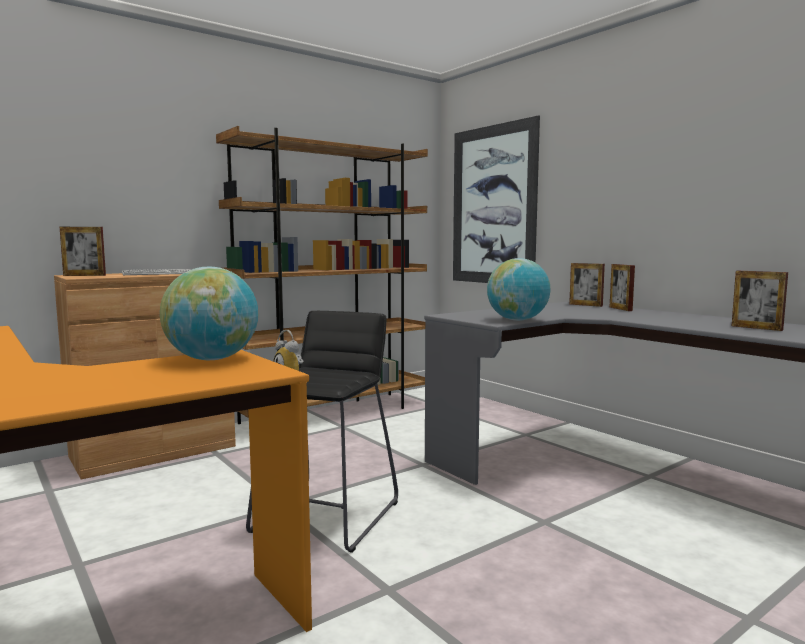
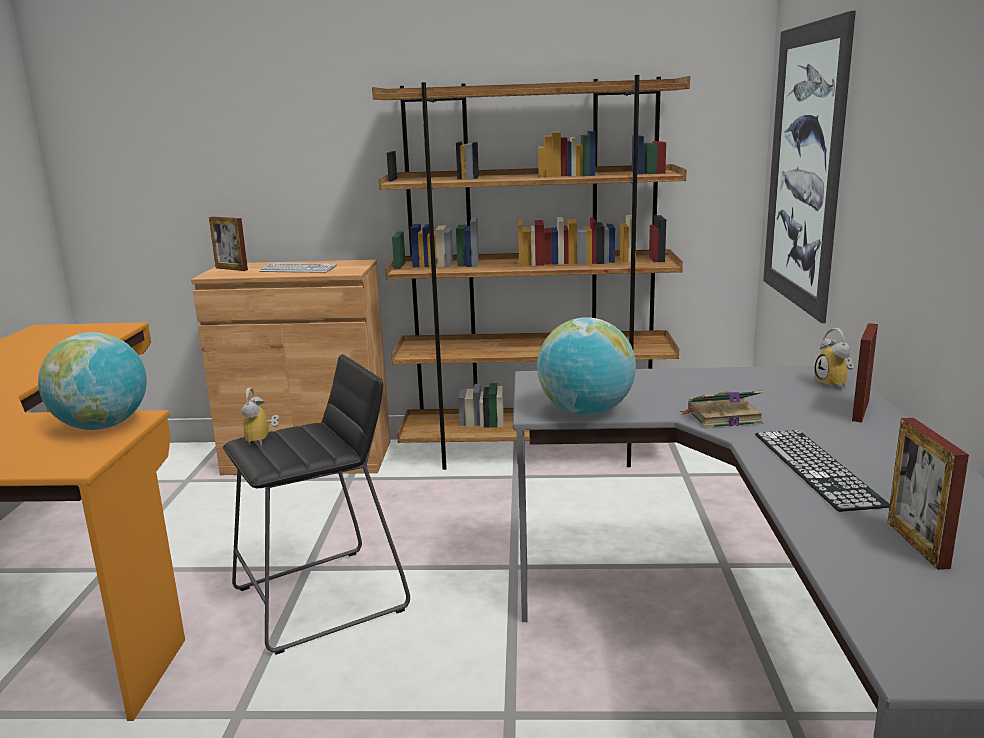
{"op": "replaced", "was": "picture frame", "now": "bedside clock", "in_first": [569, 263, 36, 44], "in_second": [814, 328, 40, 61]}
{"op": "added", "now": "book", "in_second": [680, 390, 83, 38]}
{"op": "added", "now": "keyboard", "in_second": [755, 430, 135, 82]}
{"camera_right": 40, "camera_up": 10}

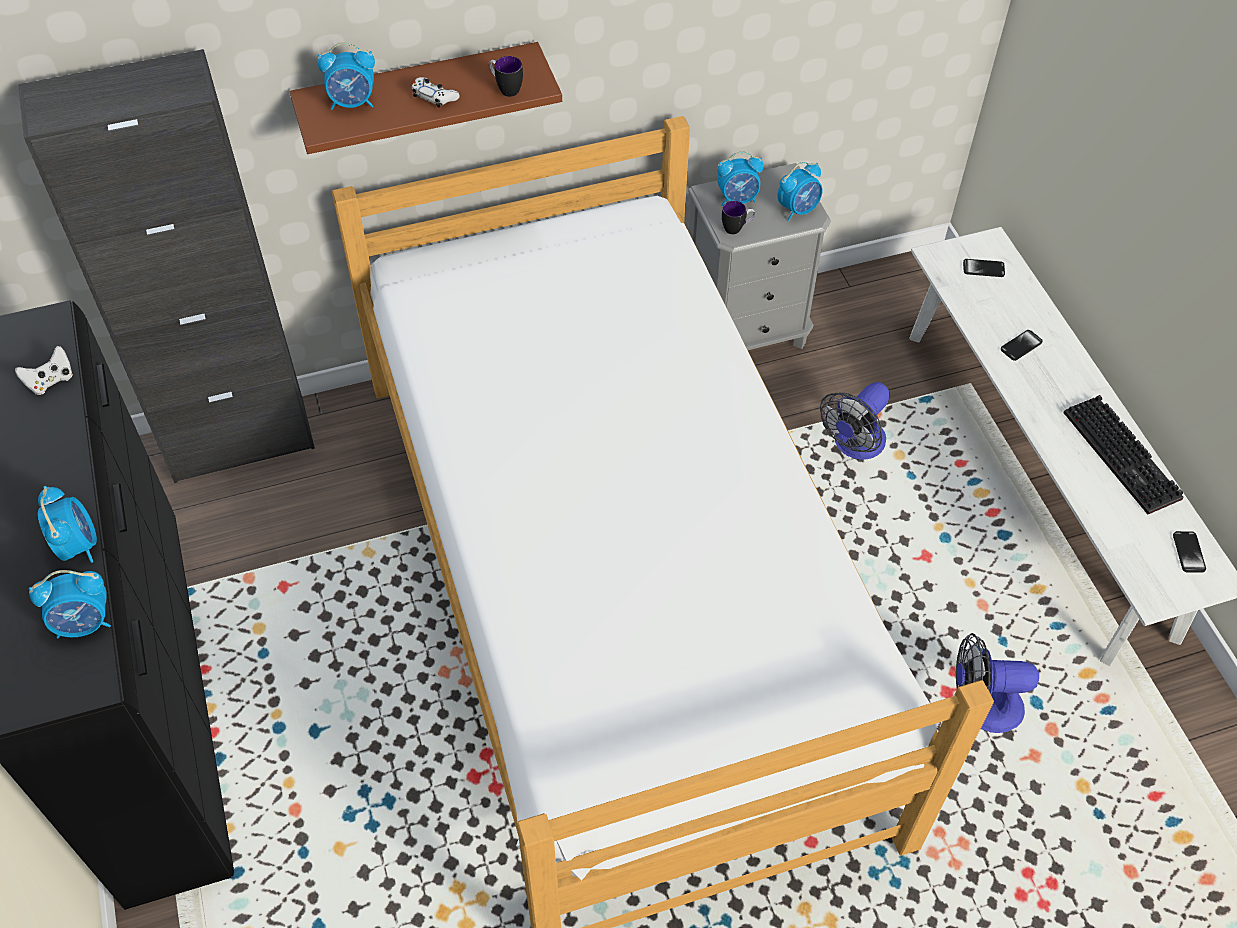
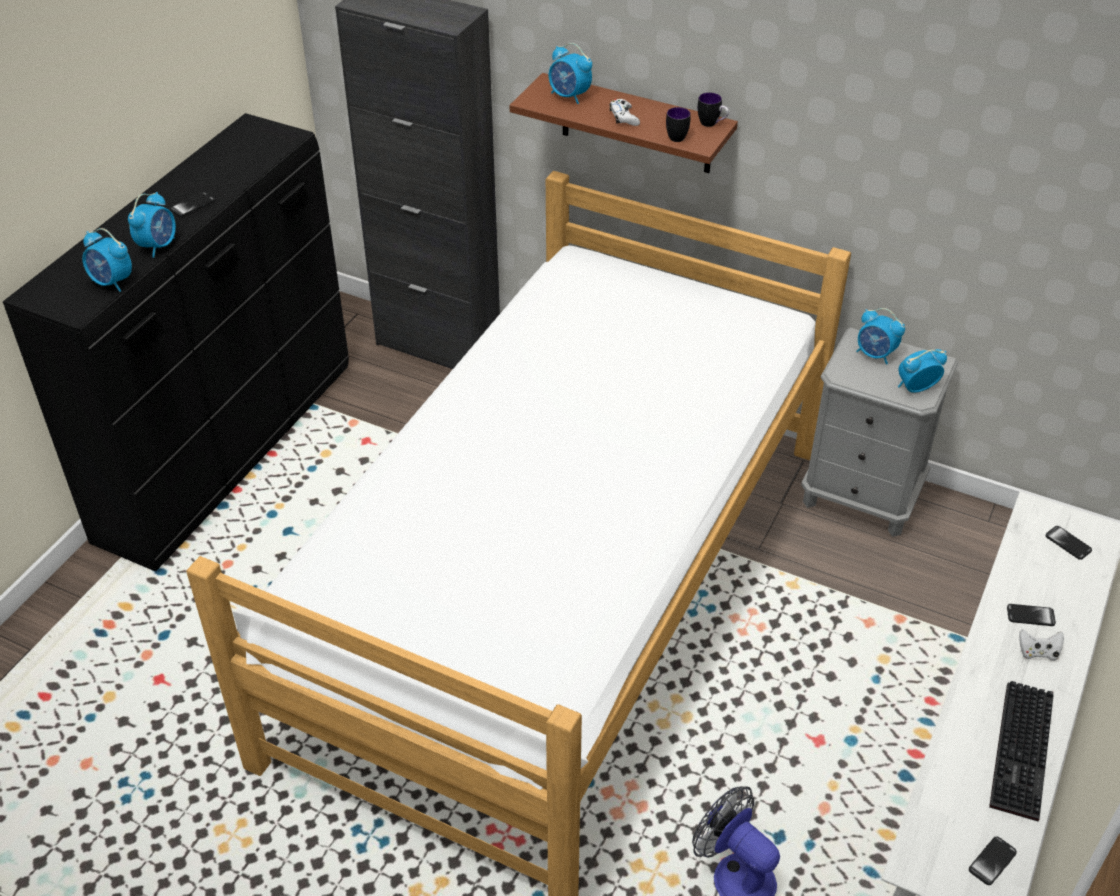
{"op": "turned", "was": "bedside clock", "in_first": [778, 162, 45, 59], "in_second": [898, 349, 49, 44], "clockwise": 150}
{"op": "moved", "was": "tea mug", "in_first": [722, 201, 33, 33], "in_second": [698, 92, 31, 35]}
{"op": "moved", "was": "game controller/white", "in_first": [15, 346, 58, 49], "in_second": [1019, 629, 45, 32]}
{"op": "removed", "was": "electric fan", "in_first": [820, 382, 70, 78]}
{"op": "added", "now": "handset", "in_second": [170, 192, 45, 25]}
{"camera_right": 45, "camera_up": -10}

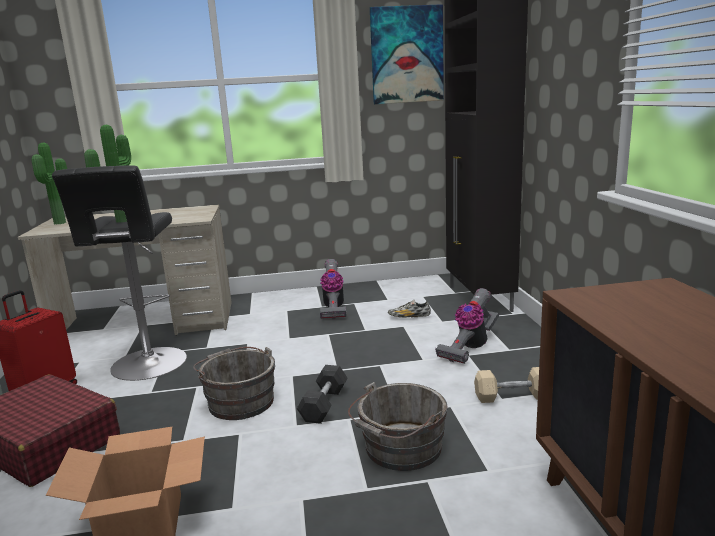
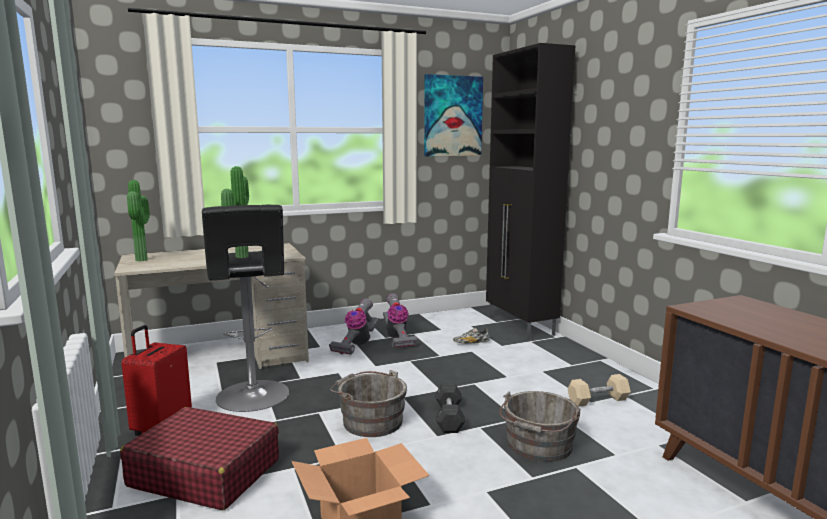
{"op": "moved", "was": "hoover", "in_first": [435, 288, 64, 76], "in_second": [329, 299, 51, 56]}
{"camera_right": -15, "camera_up": -5}

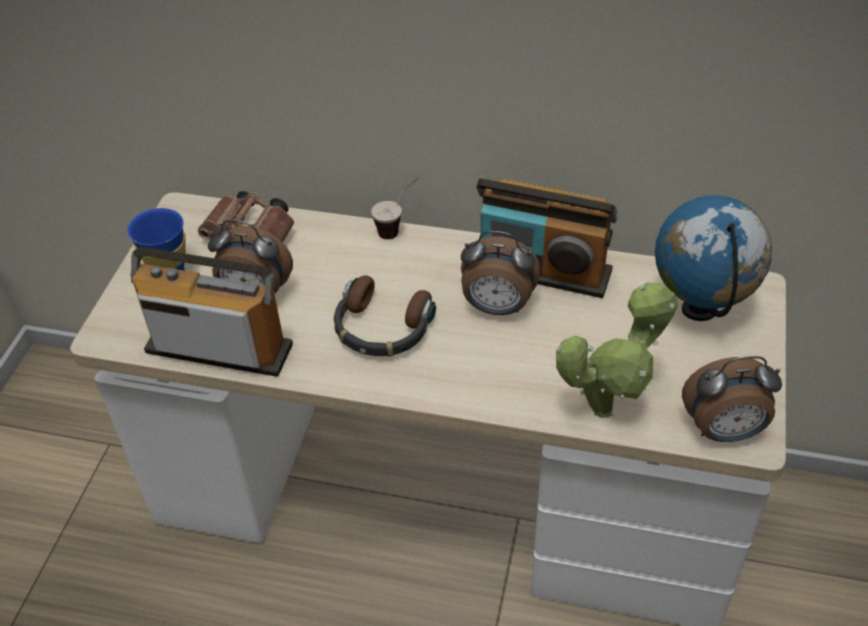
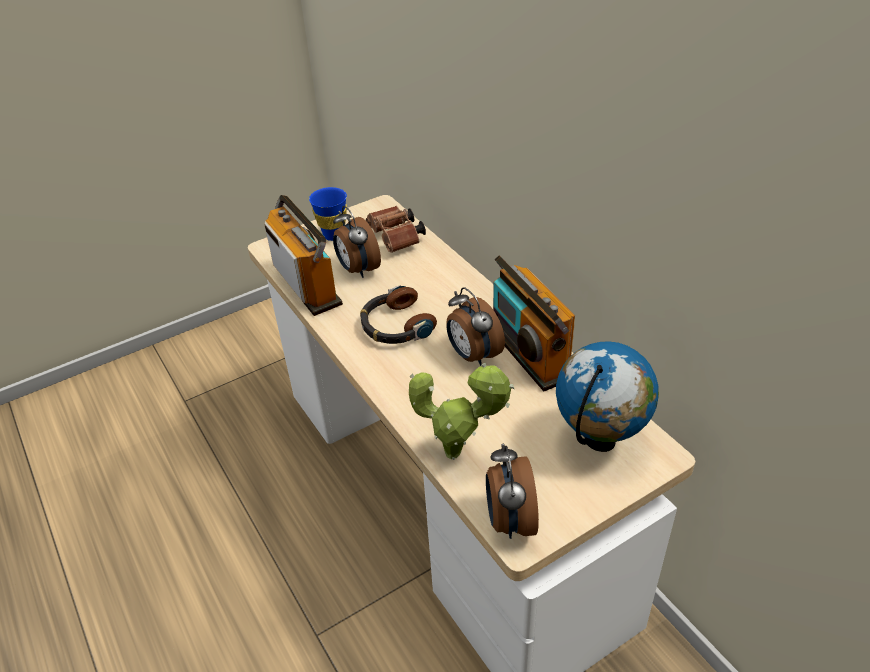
{"op": "removed", "was": "cup", "in_first": [371, 178, 47, 61]}
{"op": "turned", "was": "bedside clock", "in_first": [682, 356, 100, 86], "in_second": [486, 444, 53, 95], "clockwise": 45}
{"camera_right": 45, "camera_up": -5}

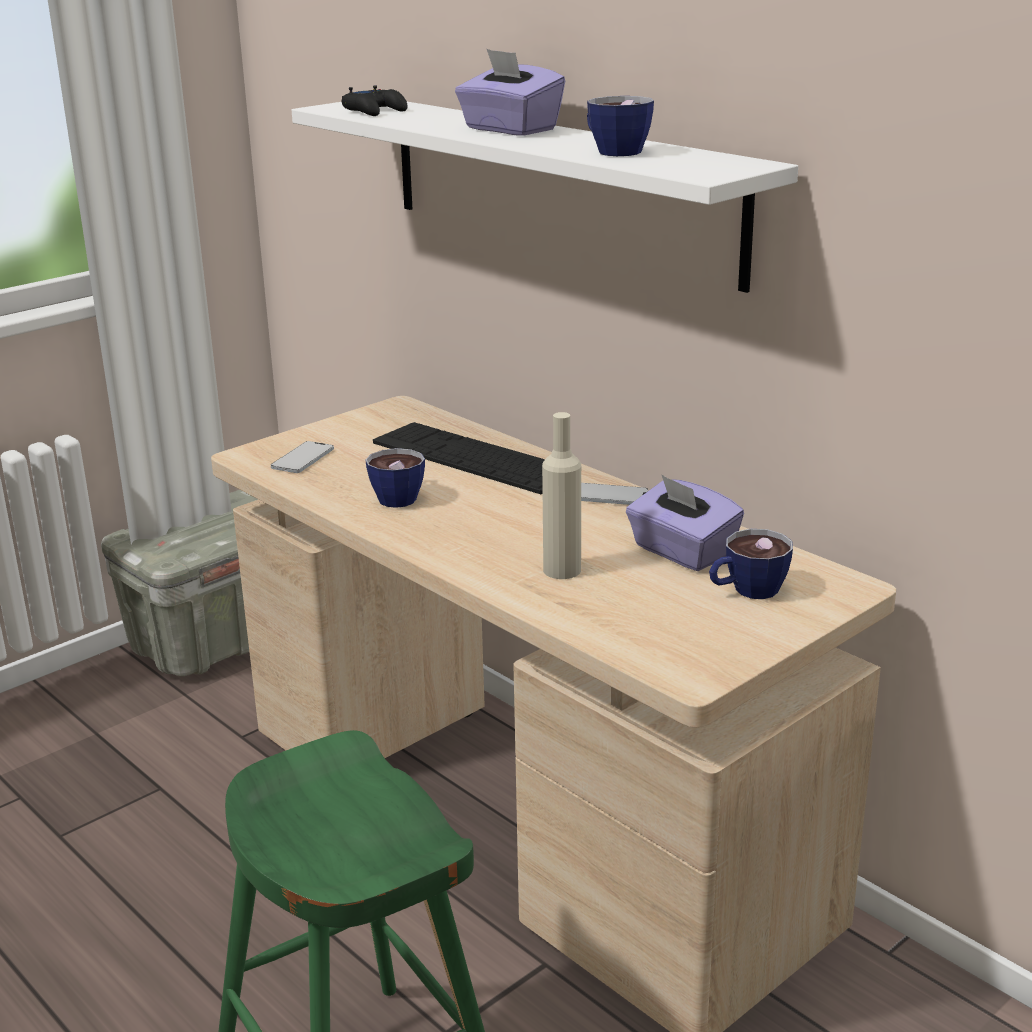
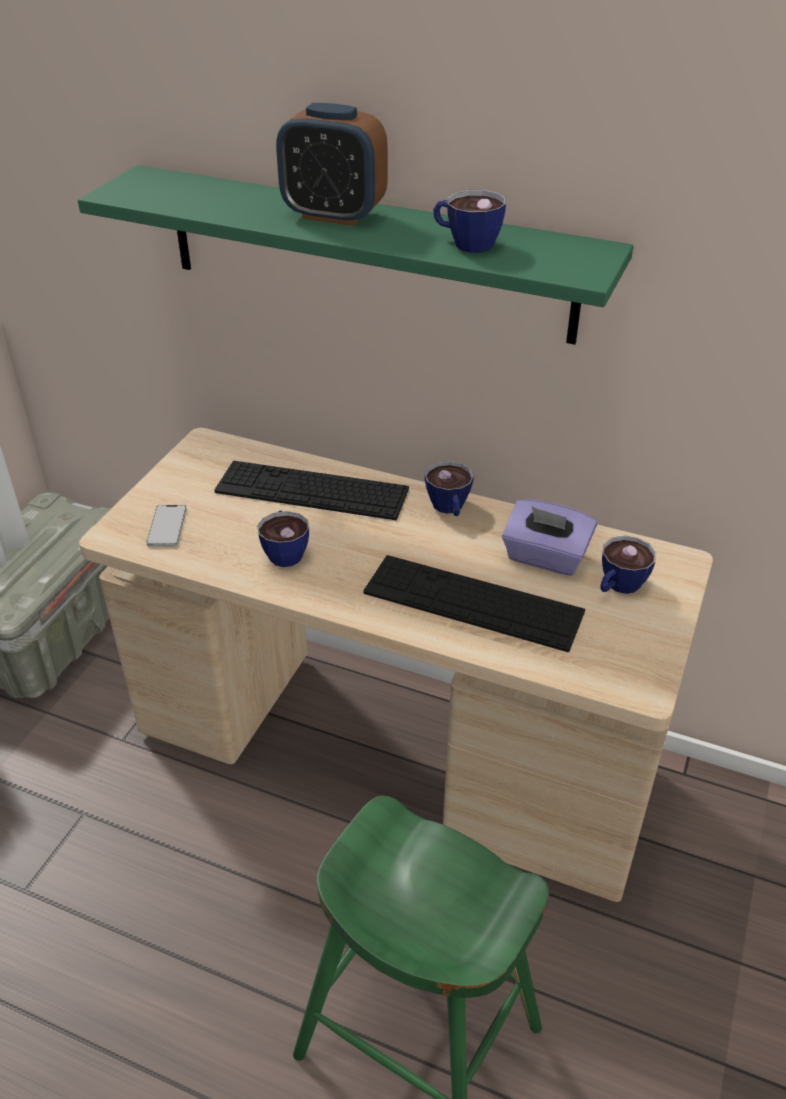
{"op": "replaced", "was": "tissue holder/purple-coloured", "now": "bedside clock", "in_first": [455, 49, 110, 87], "in_second": [276, 103, 112, 123]}
{"op": "removed", "was": "game controller/black", "in_first": [342, 86, 66, 30]}
{"op": "recoloured", "was": "shelf/white", "now": "shelf/greenish", "in_first": [292, 102, 506, 191], "in_second": [78, 165, 556, 180]}
{"op": "replaced", "was": "drink bottle/beige", "now": "keyboard", "in_first": [542, 412, 39, 167], "in_second": [364, 555, 221, 97]}
{"op": "replaced", "was": "handset", "now": "cup", "in_first": [581, 483, 67, 22], "in_second": [425, 461, 49, 55]}
{"camera_right": -25, "camera_up": 15}

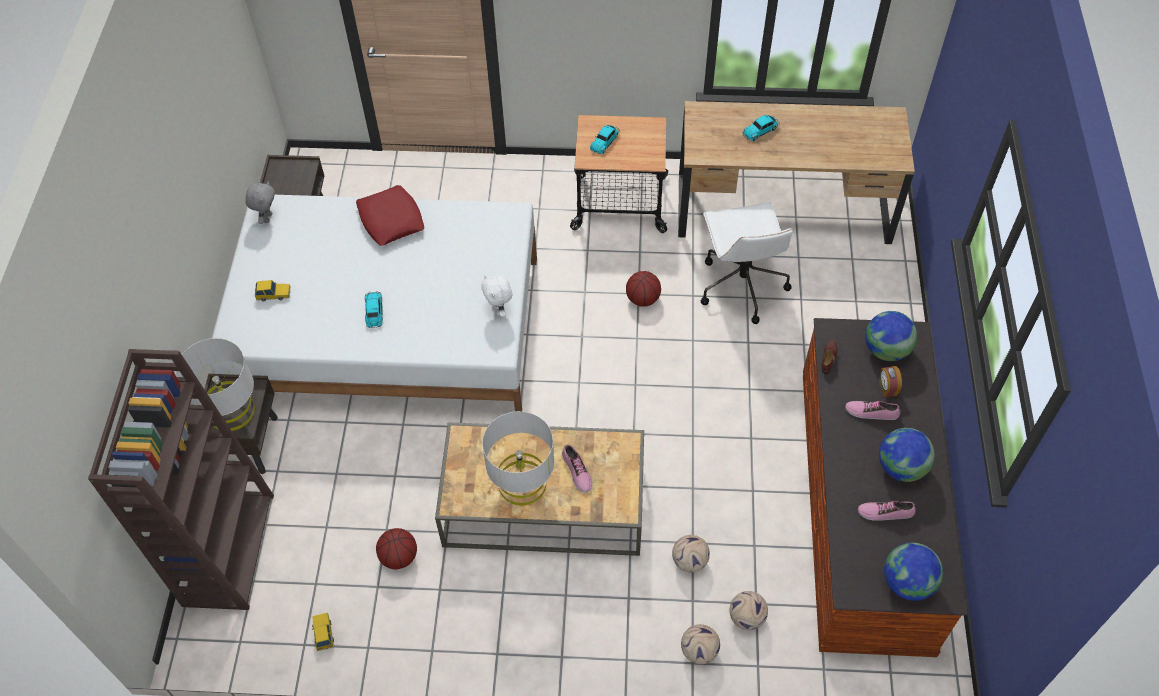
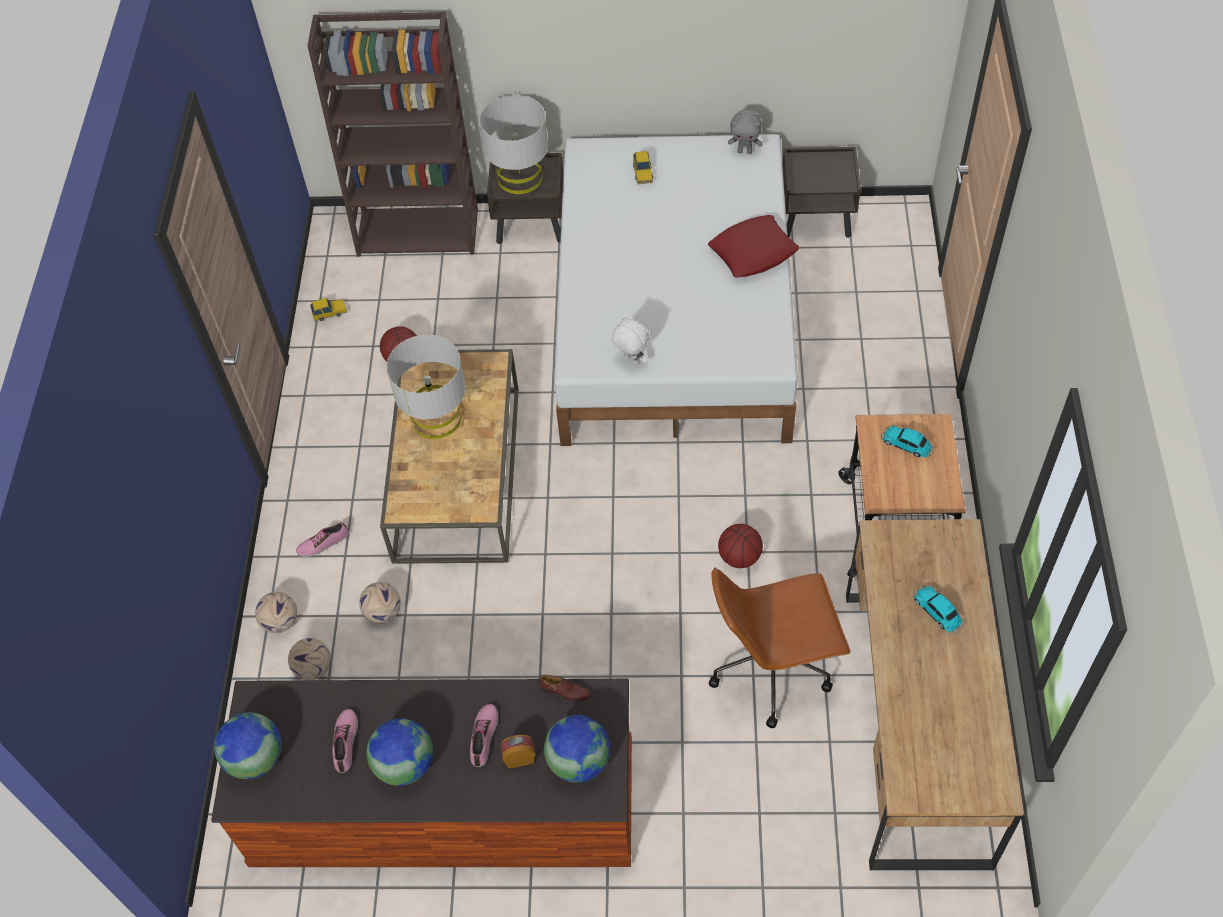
{"op": "recoloured", "was": "computer chair/white", "now": "computer chair/brownish", "in_first": [701, 202, 93, 122], "in_second": [709, 568, 141, 160]}
{"op": "turned", "was": "plush toy/white", "in_first": [481, 275, 31, 42], "in_second": [612, 316, 37, 48], "clockwise": 60}
{"op": "removed", "was": "toy car", "in_first": [364, 292, 19, 36]}
{"op": "moved", "was": "shoe", "in_first": [562, 445, 30, 48], "in_second": [296, 522, 53, 35]}
{"camera_right": 90, "camera_up": 0}

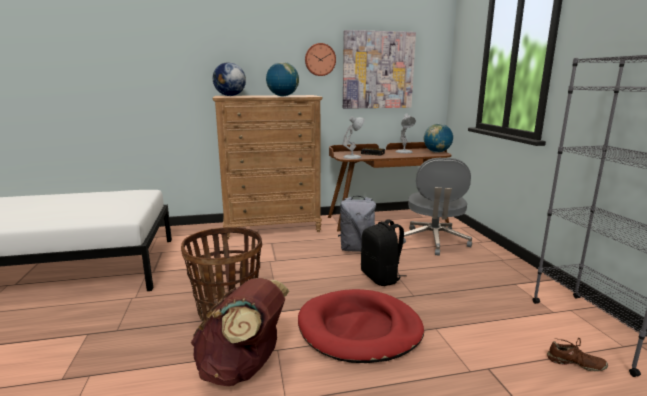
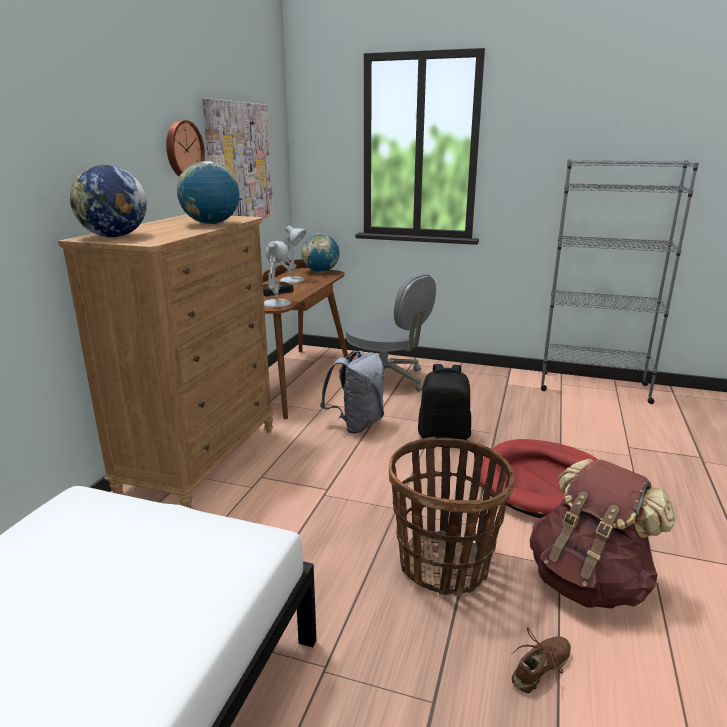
{"op": "moved", "was": "shoe/brownish", "in_first": [547, 338, 61, 33], "in_second": [512, 628, 59, 65]}
{"camera_right": -60, "camera_up": 5}

